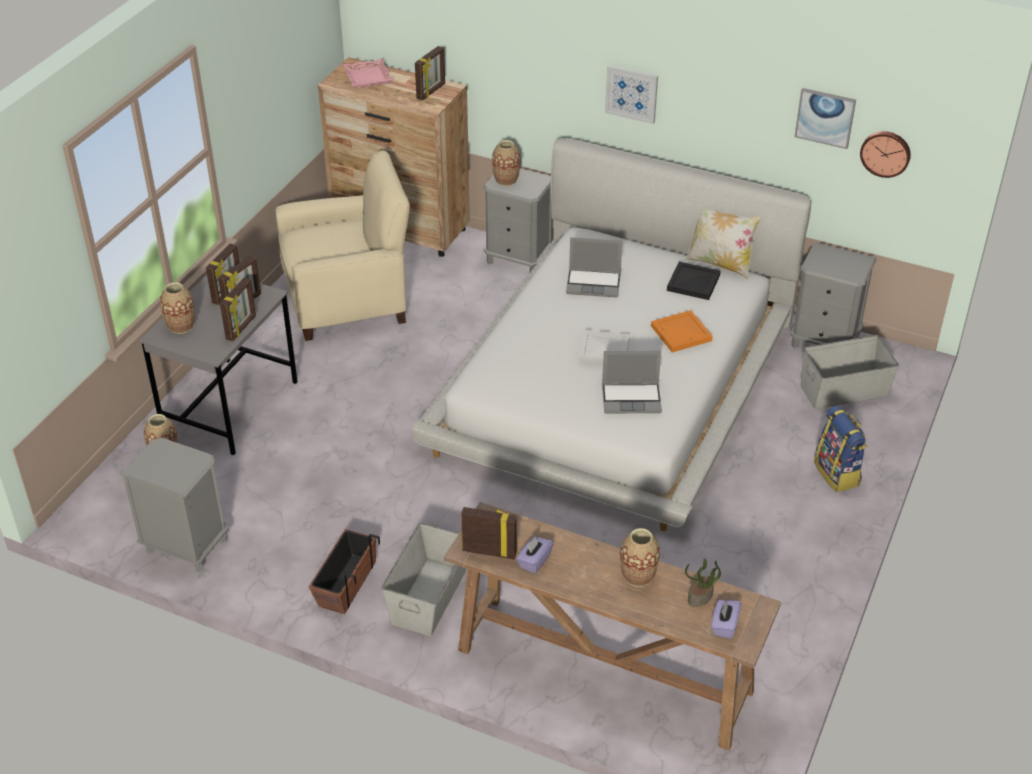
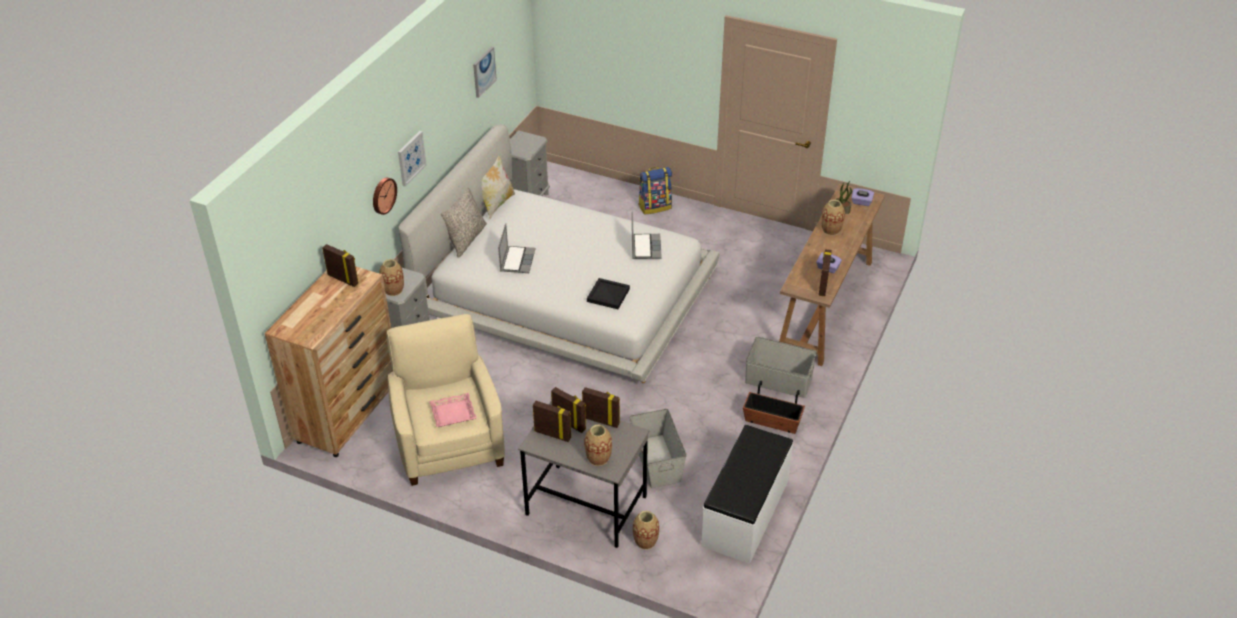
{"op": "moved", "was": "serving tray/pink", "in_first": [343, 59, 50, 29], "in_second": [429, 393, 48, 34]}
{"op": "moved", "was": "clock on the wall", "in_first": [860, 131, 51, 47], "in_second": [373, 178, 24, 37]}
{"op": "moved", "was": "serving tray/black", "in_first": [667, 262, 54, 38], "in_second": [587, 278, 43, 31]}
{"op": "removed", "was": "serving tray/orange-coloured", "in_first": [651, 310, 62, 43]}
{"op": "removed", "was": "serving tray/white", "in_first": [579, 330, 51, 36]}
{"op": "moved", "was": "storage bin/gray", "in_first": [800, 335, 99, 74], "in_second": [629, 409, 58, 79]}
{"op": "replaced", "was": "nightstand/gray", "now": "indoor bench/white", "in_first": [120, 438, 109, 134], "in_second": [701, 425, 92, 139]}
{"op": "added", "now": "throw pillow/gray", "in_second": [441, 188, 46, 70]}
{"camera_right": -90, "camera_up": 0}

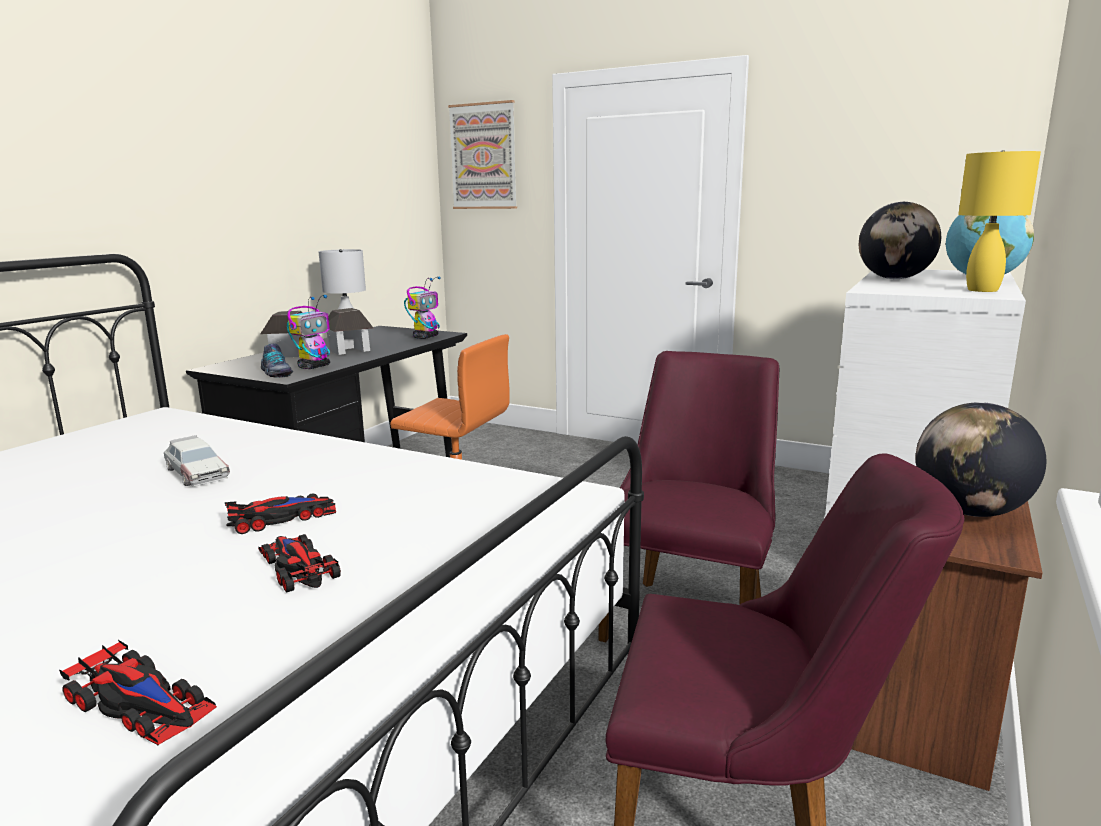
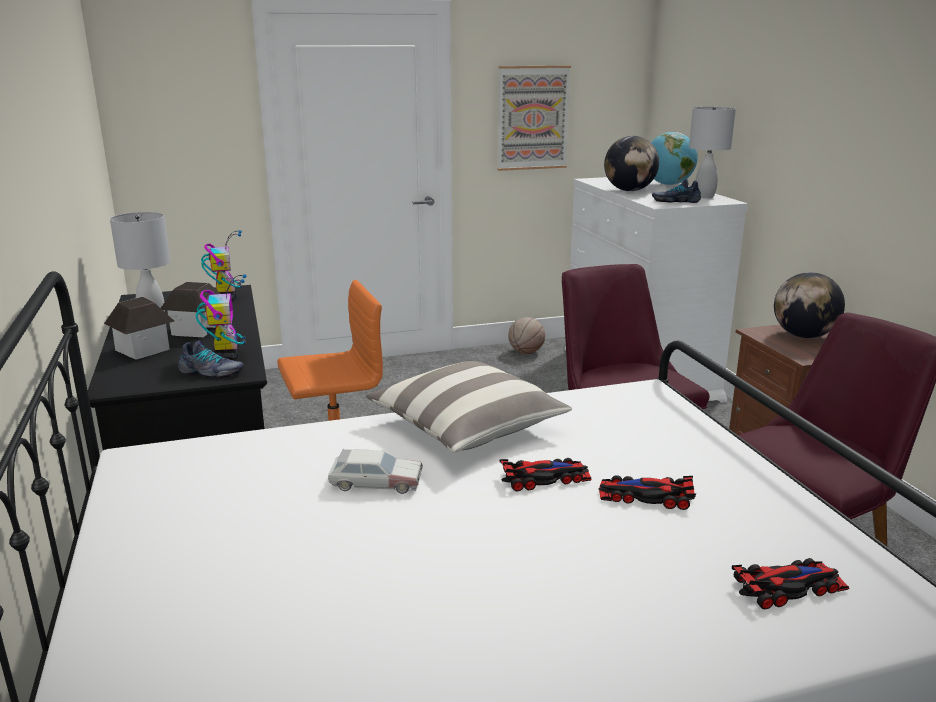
{"op": "moved", "was": "picture", "in_first": [448, 100, 69, 109], "in_second": [498, 66, 73, 105]}
{"op": "recoloured", "was": "tabletop lamp/yellow-coloured", "now": "tabletop lamp/white", "in_first": [958, 150, 83, 142], "in_second": [689, 107, 47, 91]}
{"op": "turned", "was": "toy car", "in_first": [225, 494, 111, 40], "in_second": [499, 458, 93, 33], "clockwise": 60}
{"op": "added", "now": "shoe", "in_second": [652, 178, 49, 25]}
{"op": "added", "now": "basketball", "in_second": [508, 317, 37, 37]}
{"op": "added", "now": "throw pillow", "in_second": [366, 361, 206, 91]}
{"camera_right": -45, "camera_up": 5}

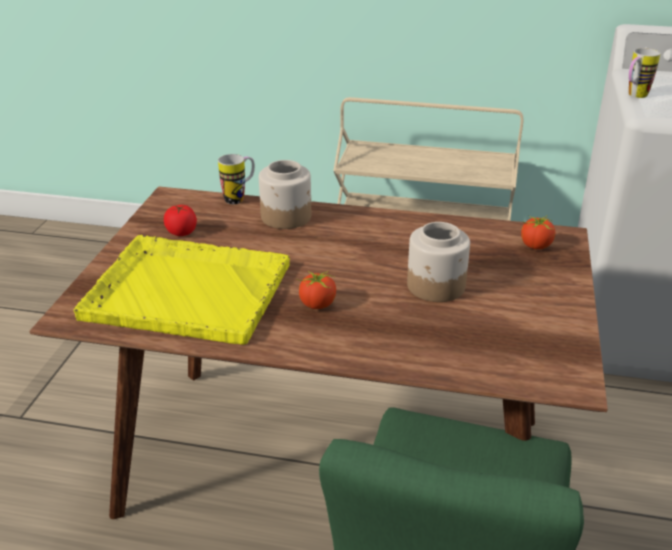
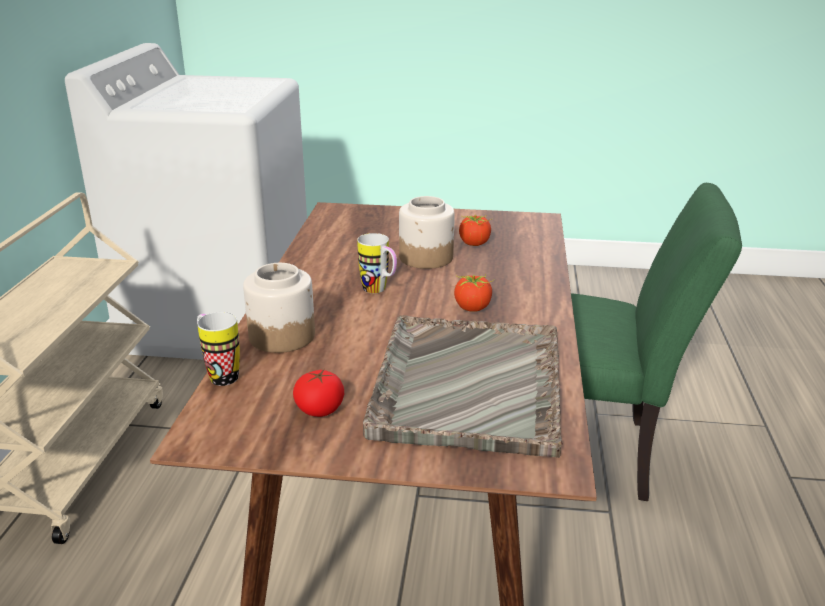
{"op": "moved", "was": "tea mug", "in_first": [628, 48, 33, 50], "in_second": [357, 233, 40, 60]}
{"op": "moved", "was": "whole tomato", "in_first": [521, 215, 34, 34], "in_second": [459, 215, 34, 31]}
{"op": "recoloured", "was": "serving tray/yellow-coloured", "now": "serving tray/gray", "in_first": [74, 235, 216, 110], "in_second": [363, 315, 200, 143]}
{"camera_right": -95, "camera_up": -5}

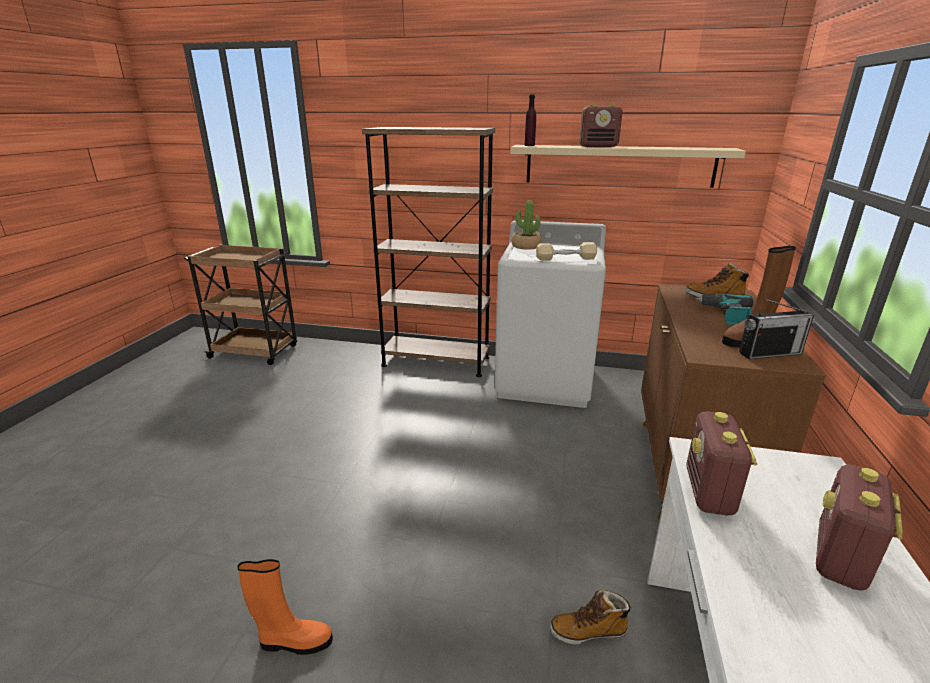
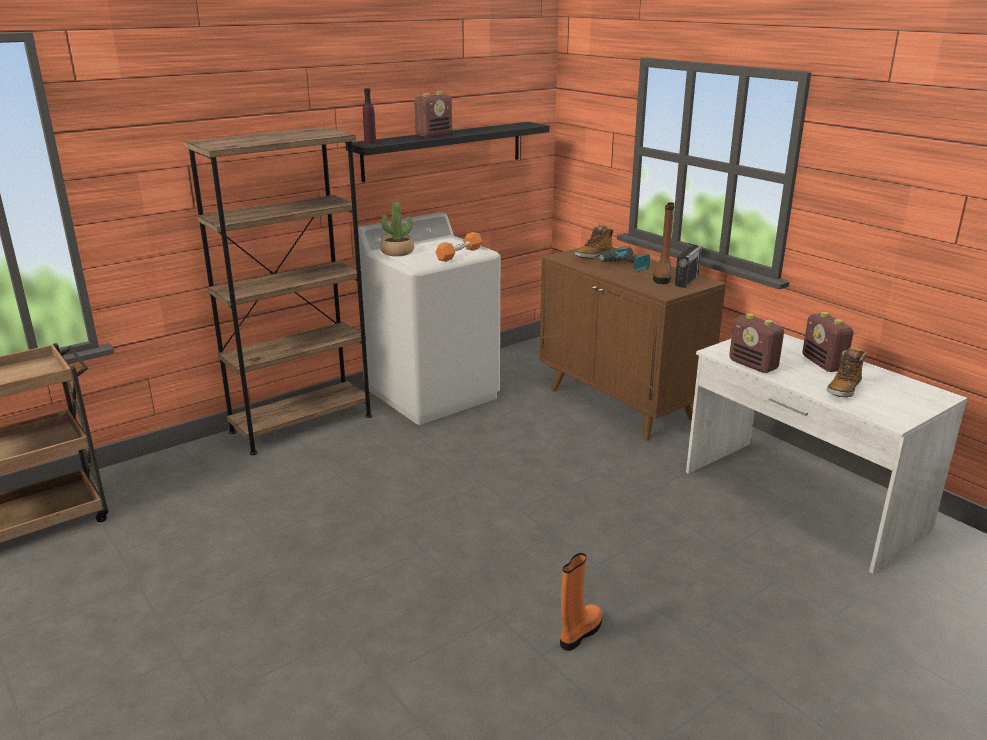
{"op": "recoloured", "was": "shelf/beige", "now": "shelf/black", "in_first": [510, 145, 236, 43], "in_second": [346, 122, 204, 60]}
{"op": "recoloured", "was": "dumbbell/beige", "now": "dumbbell/orange-coloured", "in_first": [536, 242, 61, 19], "in_second": [435, 232, 47, 30]}
{"op": "moved", "was": "boot", "in_first": [550, 590, 82, 55], "in_second": [827, 347, 39, 50]}
{"camera_right": -50, "camera_up": 0}

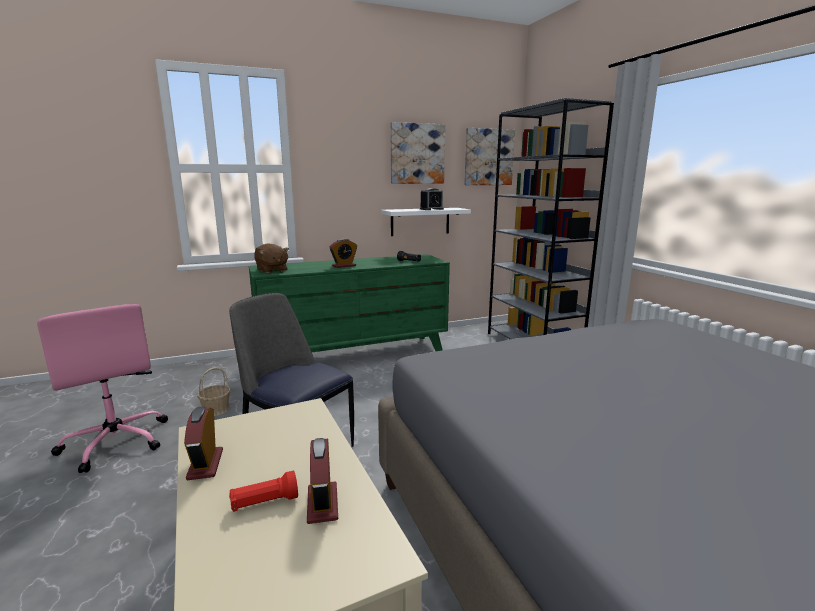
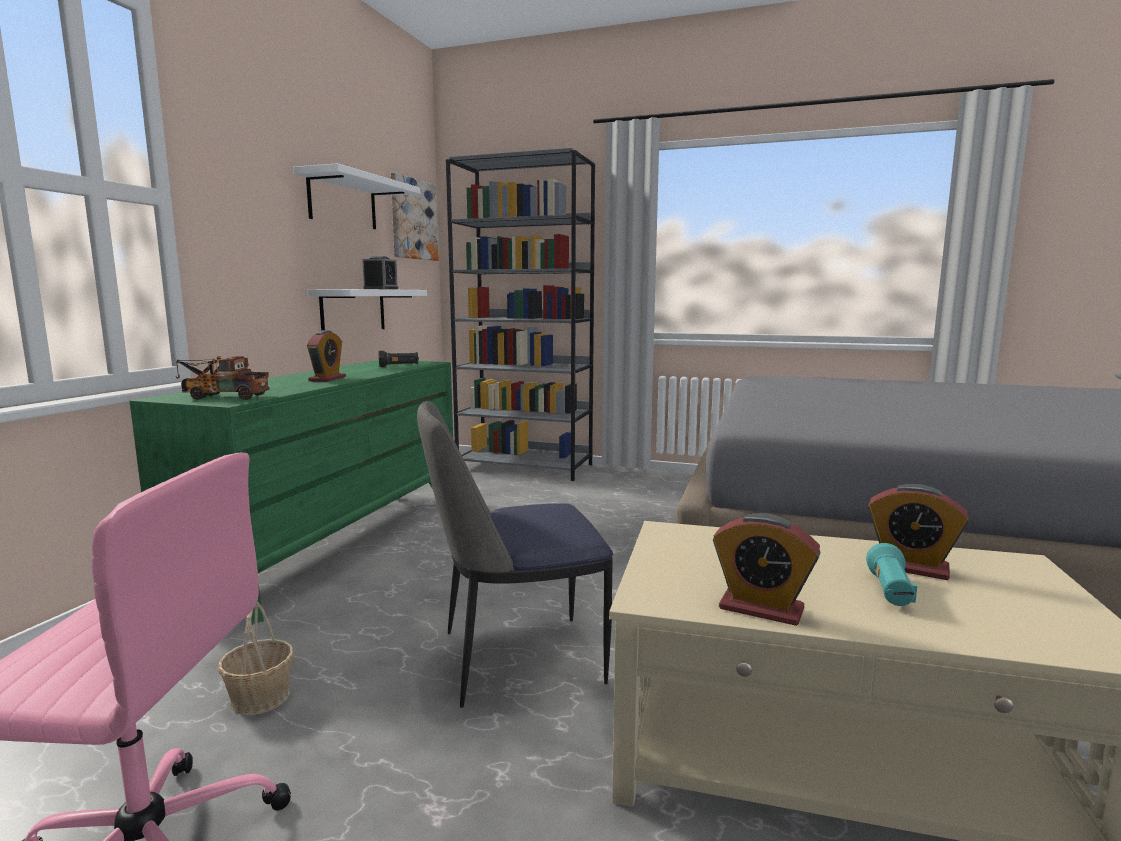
{"op": "replaced", "was": "picture", "now": "shelf/white", "in_first": [390, 122, 55, 62], "in_second": [293, 163, 127, 66]}
{"op": "replaced", "was": "plush toy/brownish", "now": "toy truck", "in_first": [254, 244, 35, 29], "in_second": [176, 356, 94, 44]}
{"op": "recoloured", "was": "torch/red-coloured", "now": "torch/turquoise-coloured", "in_first": [229, 471, 69, 41], "in_second": [866, 543, 51, 63]}
{"camera_right": -50, "camera_up": -5}

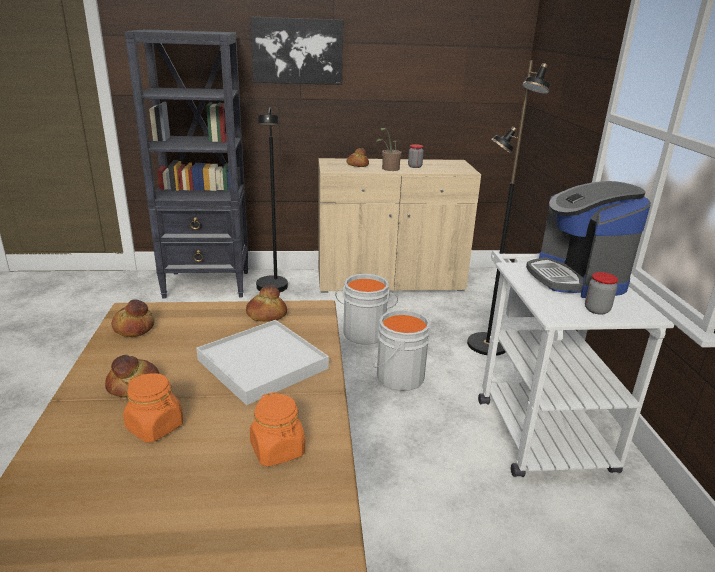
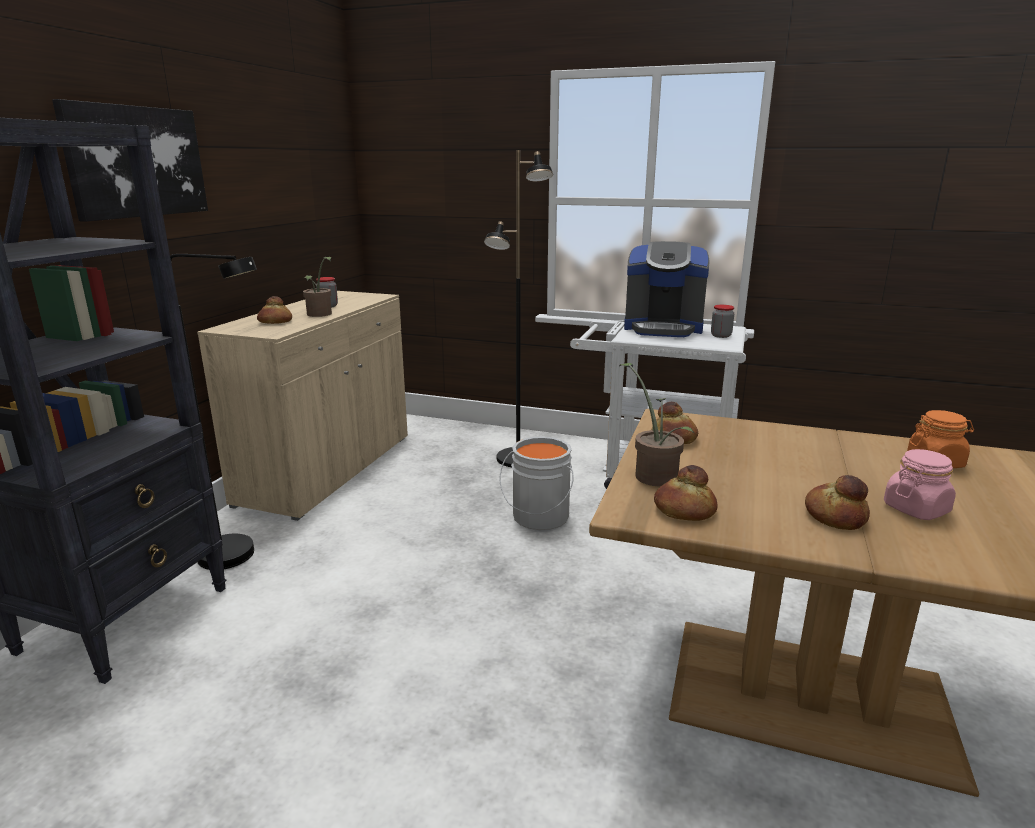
{"op": "removed", "was": "pail/gray", "in_first": [335, 274, 63, 71]}
{"op": "removed", "was": "serving tray/white", "in_first": [196, 320, 133, 85]}
{"op": "recoloured", "was": "storage jar/orange-coloured", "now": "storage jar/pink", "in_first": [123, 373, 60, 69], "in_second": [884, 449, 72, 71]}
{"op": "added", "now": "houseplant", "in_second": [619, 363, 76, 124]}
{"camera_right": -65, "camera_up": -5}

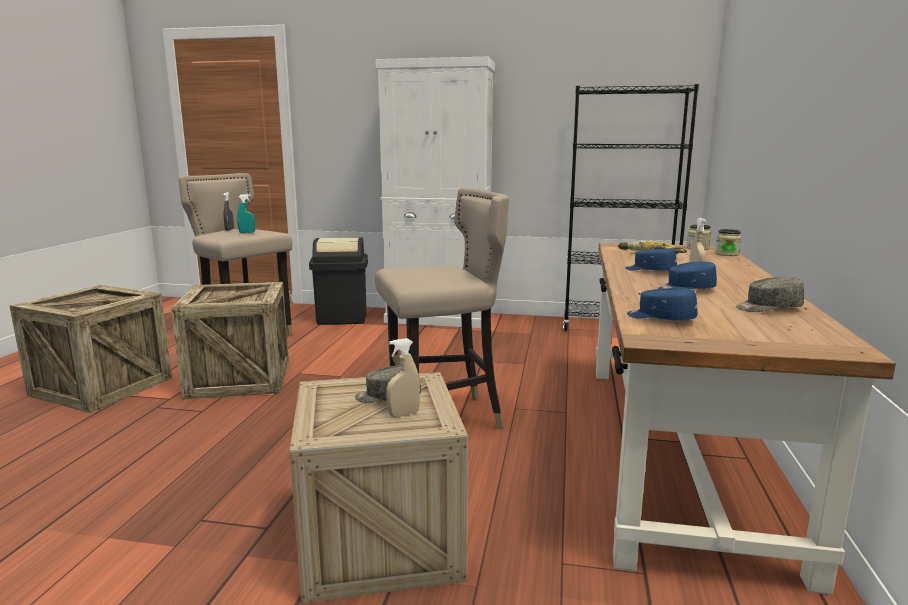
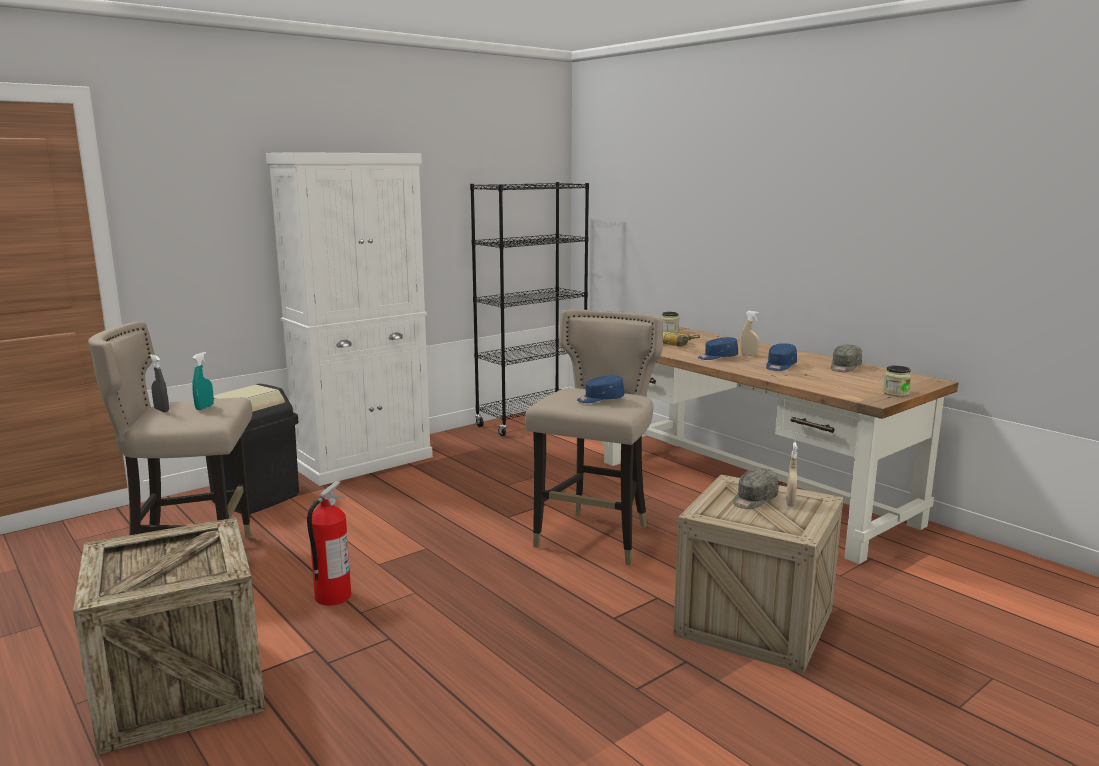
{"op": "moved", "was": "storage jar", "in_first": [715, 229, 26, 27], "in_second": [883, 366, 28, 31]}
{"op": "replaced", "was": "crate", "now": "fire extinguisher", "in_first": [171, 282, 118, 118], "in_second": [307, 481, 44, 125]}
{"op": "moved", "was": "cap/blue", "in_first": [627, 288, 71, 33], "in_second": [577, 375, 47, 28]}
{"camera_right": -50, "camera_up": 0}

